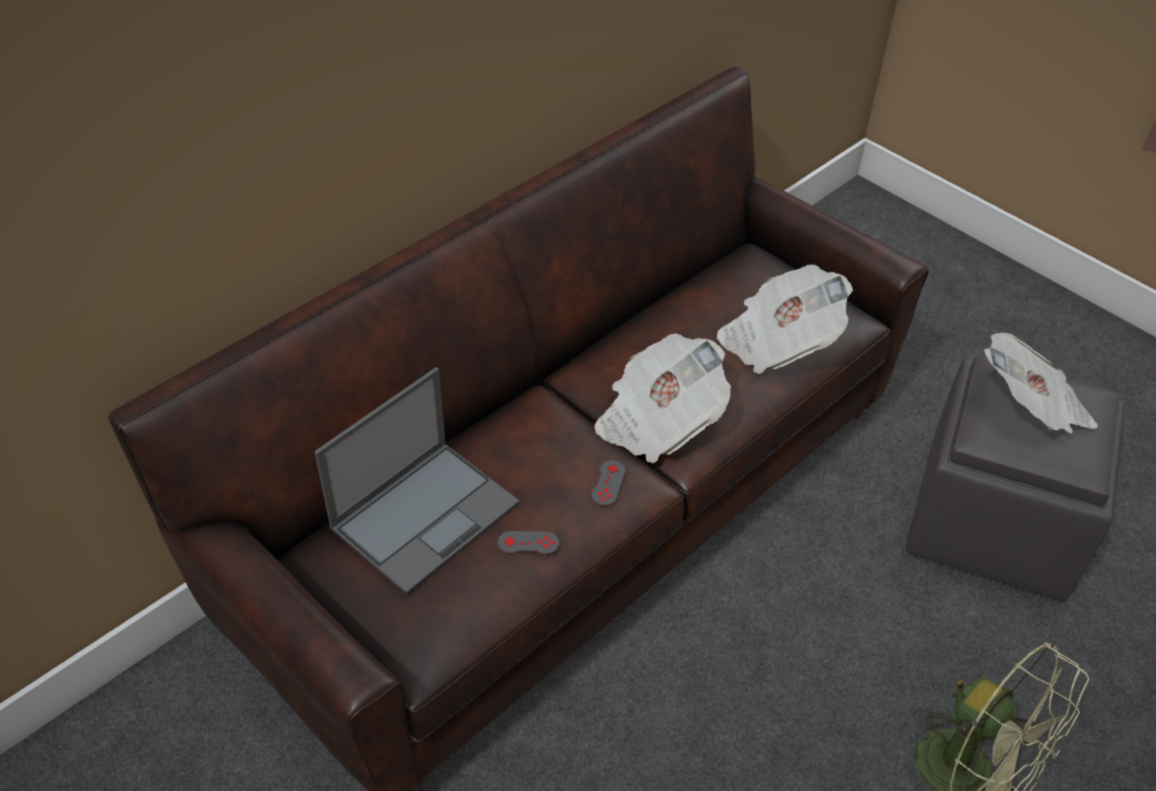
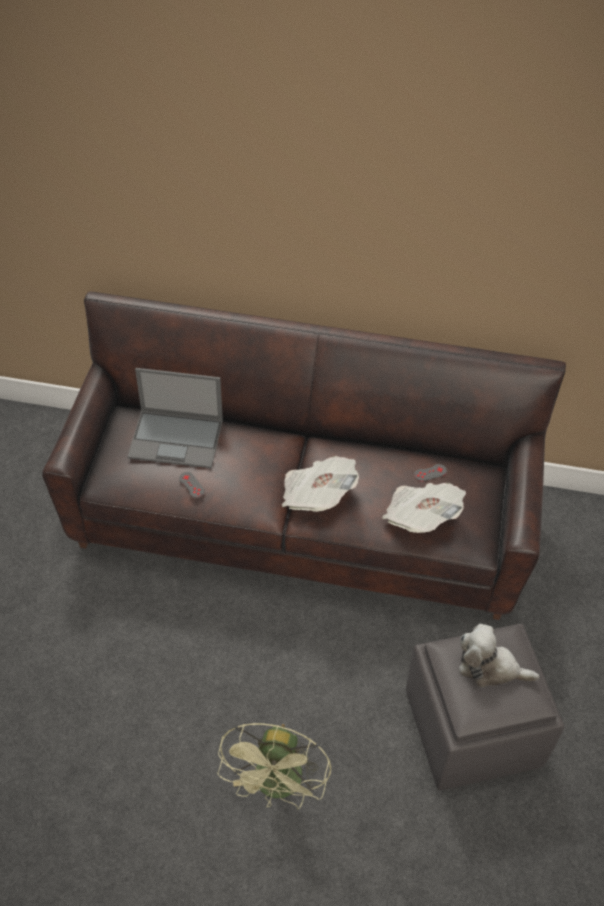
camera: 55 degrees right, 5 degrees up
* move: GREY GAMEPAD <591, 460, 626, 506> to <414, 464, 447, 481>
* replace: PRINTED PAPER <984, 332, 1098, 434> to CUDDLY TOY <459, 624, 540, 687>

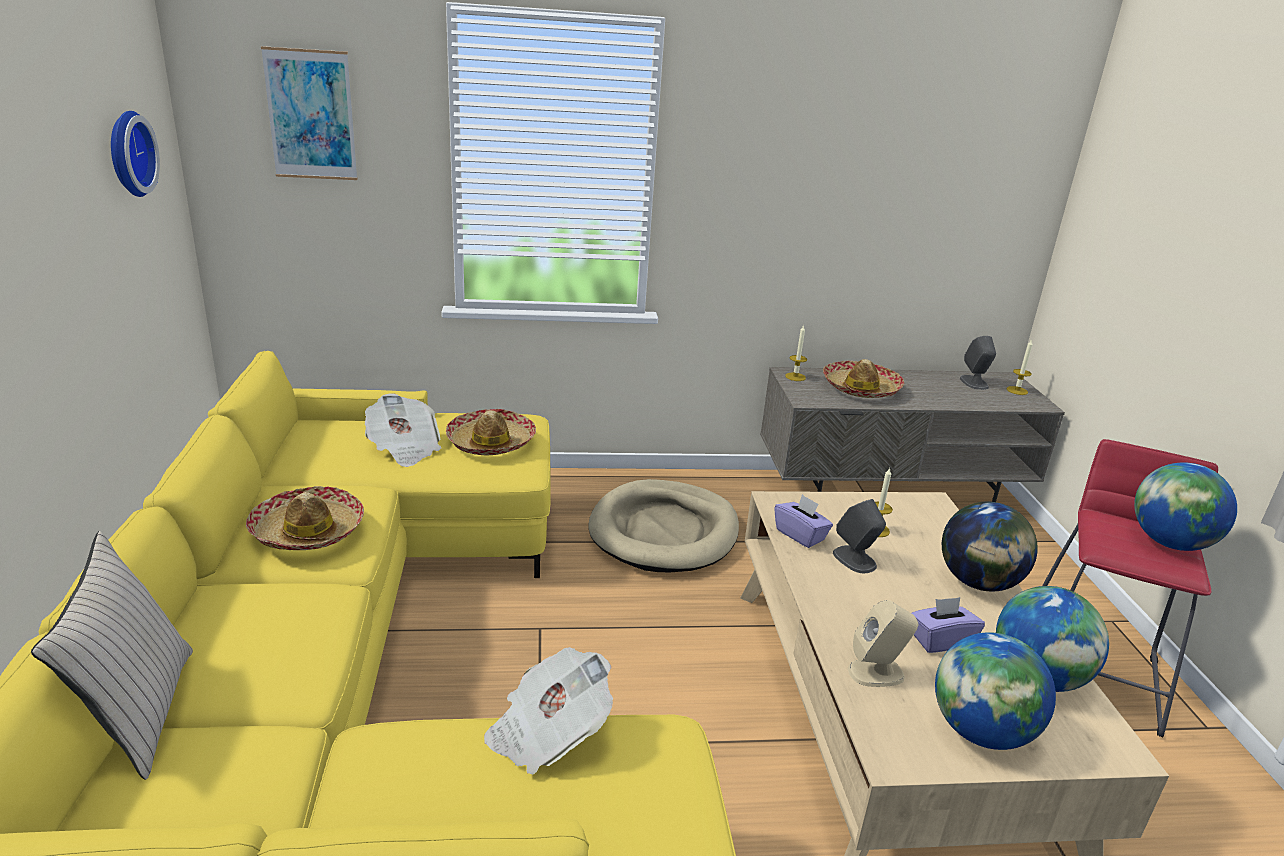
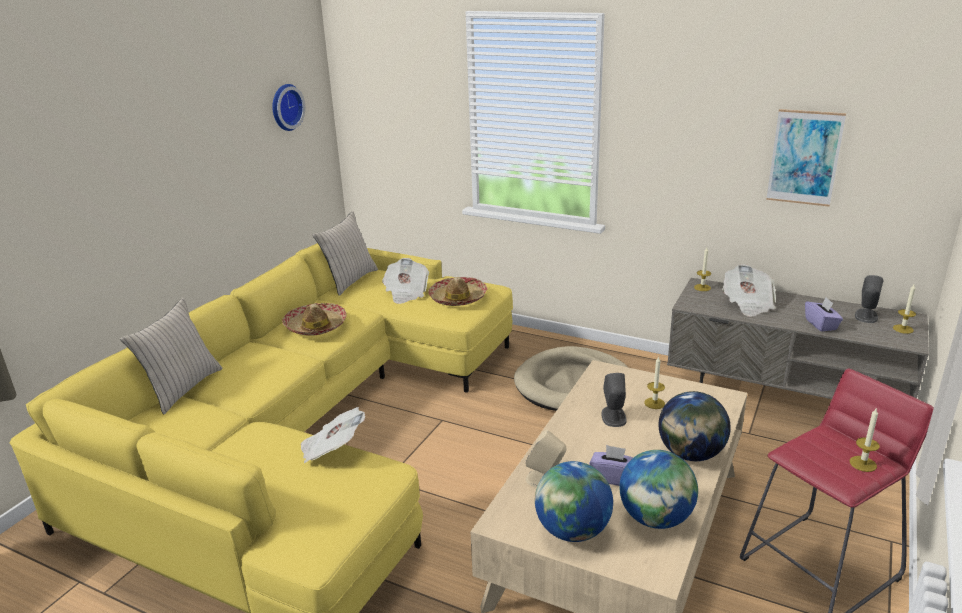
camera: 35 degrees right, 0 degrees up
* insert: BEIGE-COLOURED CUSHION <312, 211, 378, 296>
* move: WALL ART <261, 46, 358, 180> to <766, 109, 846, 207>
* move: PURPLE-COLOURED TISSUE HOLDER <774, 494, 833, 548> to <805, 297, 843, 332>
* replace: WEARABLE HAT <823, 359, 904, 398> to PRINTED PAPER <722, 264, 776, 317>
* replace: WORLD GLOBE <1134, 462, 1237, 551> to WAX CANDLE <850, 407, 880, 472>

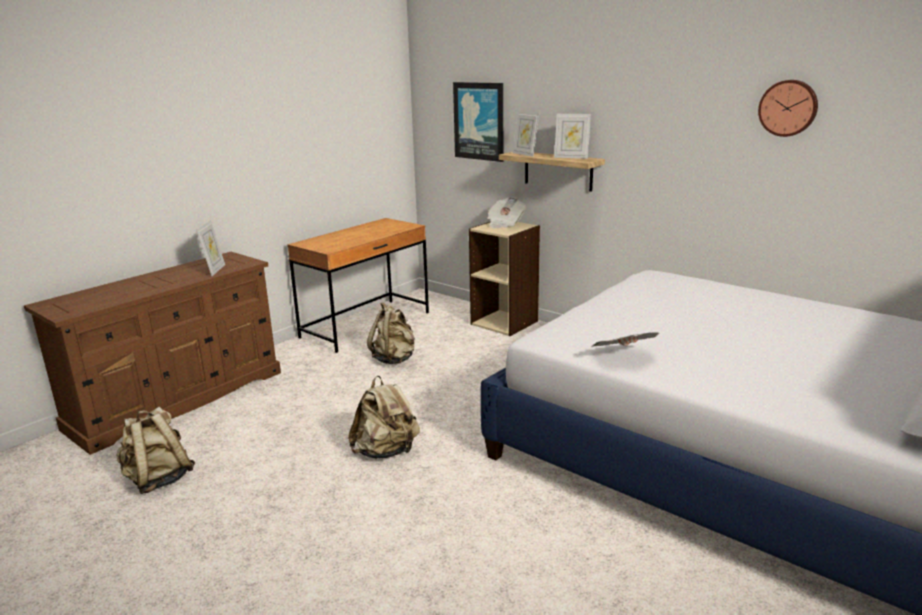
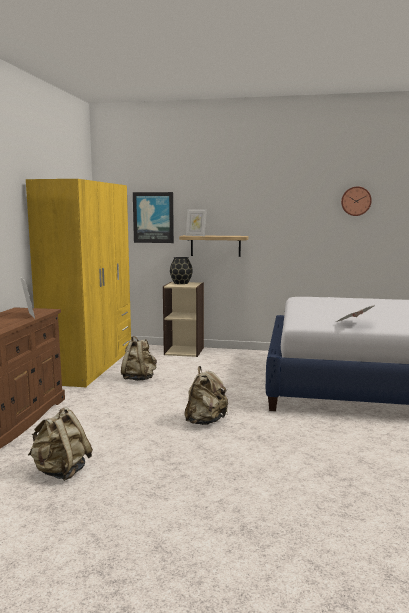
camera: 30 degrees left, 10 degrees down
* delete: STANDING FRAME <554, 114, 591, 159>
* replace: BROWNISH DESK TABLE <287, 218, 429, 353> to YELLOW CLOTHES CUPBOARD <26, 179, 131, 387>
* replace: PRINTED PAPER <488, 197, 527, 229> to BLACK-COLOURED VASE <170, 257, 193, 284>

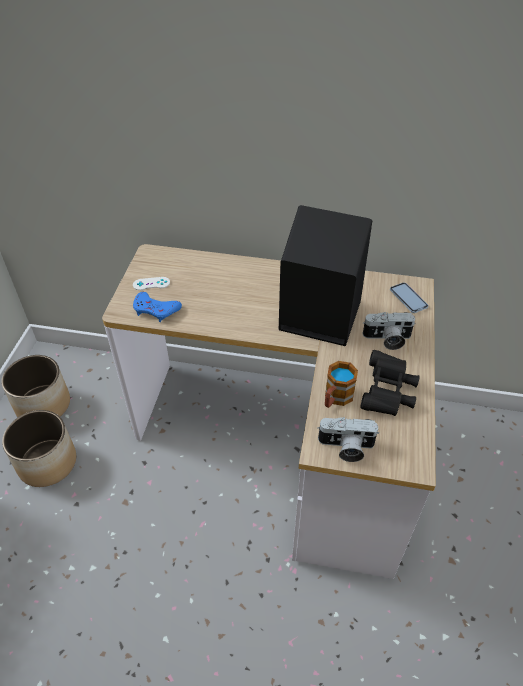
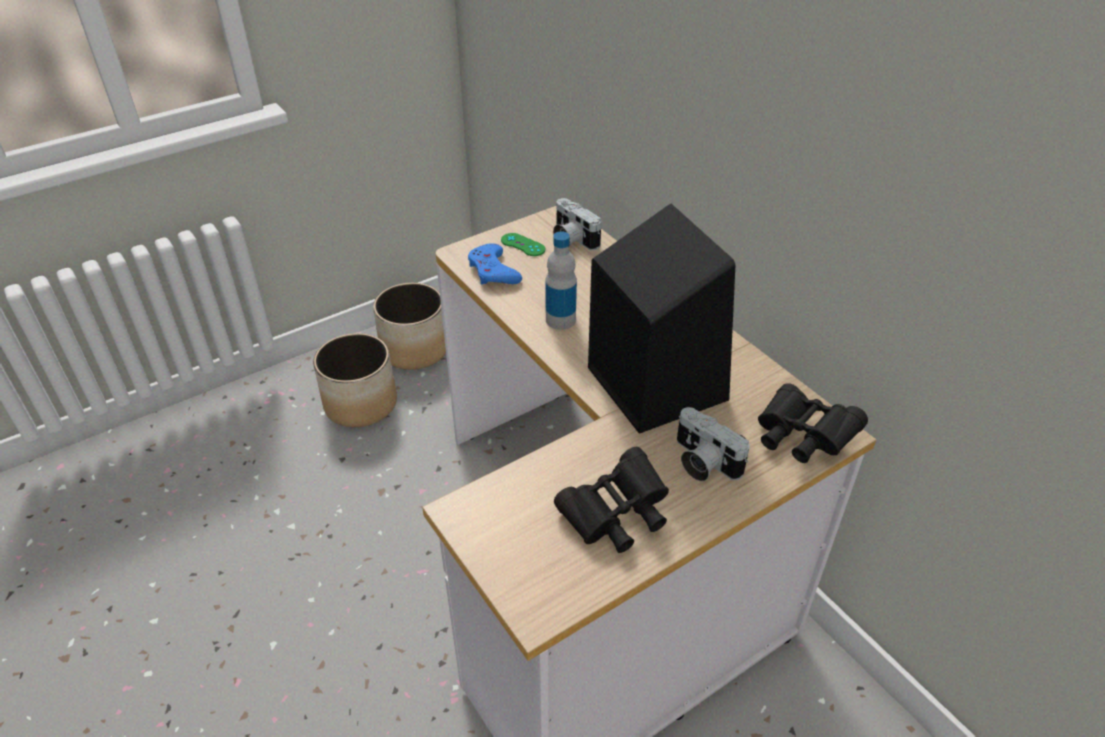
camera: 45 degrees right, 5 degrees down
* delete: TEA MUG <325, 361, 358, 408>
* insert: DRINK BOTTLE <545, 231, 577, 330>
* move: PHOTO CAMERA <317, 417, 379, 462> to <553, 198, 601, 251>
* replace: PHONE <390, 282, 428, 313> to BLACK-COLOURED PAIR OF BINOCULARS <758, 383, 868, 463>
* recolor: WHITISH GAMEPAD <133, 277, 170, 290> to GREEN GAMEPAD <501, 233, 545, 256>

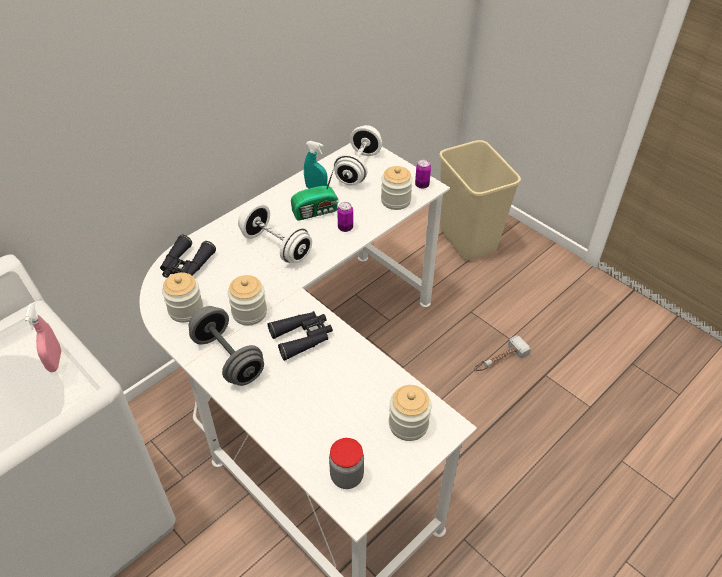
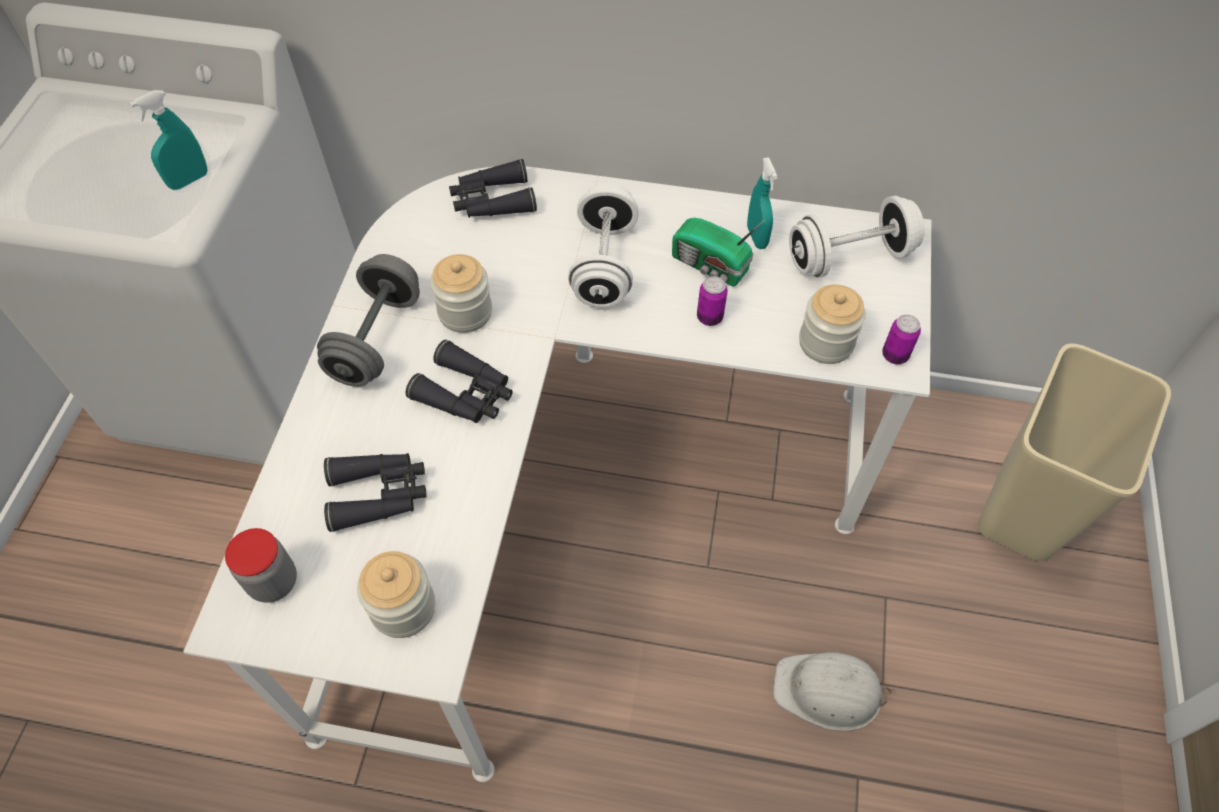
camera: 55 degrees right, 10 degrees up
* delete: JAR <162, 272, 203, 323>
* insert: BLACK-COLOURED PAIR OF BINOCULARS <324, 453, 427, 532>
* replace: TOOL HAMMER <474, 335, 531, 371> to WHITISH WORK HELMET <773, 652, 892, 731>
* recolor: PINKISH HAND SPRAYER <25, 303, 61, 372> to TURQUOISE-COLOURED HAND SPRAYER <129, 90, 208, 190>

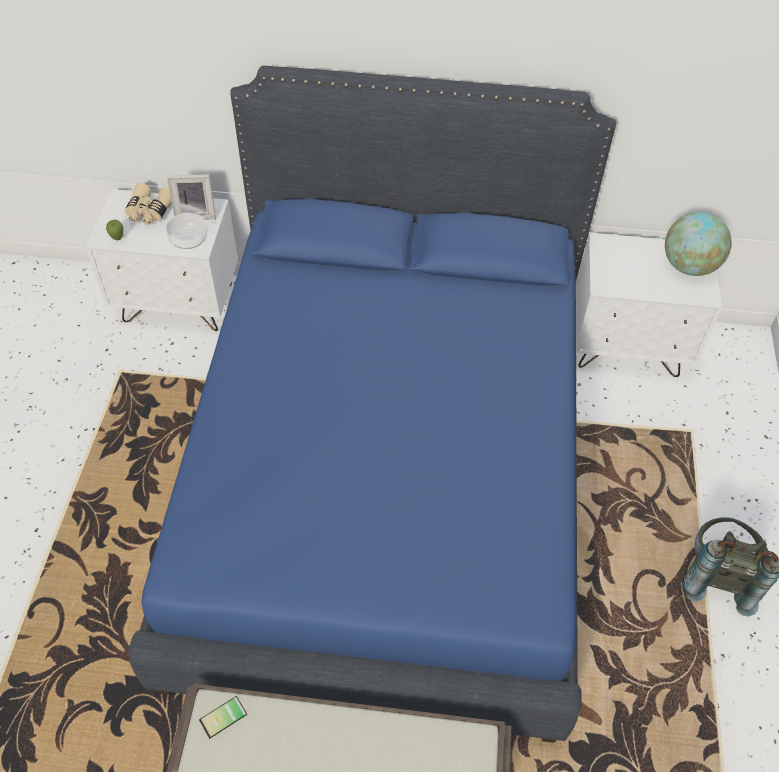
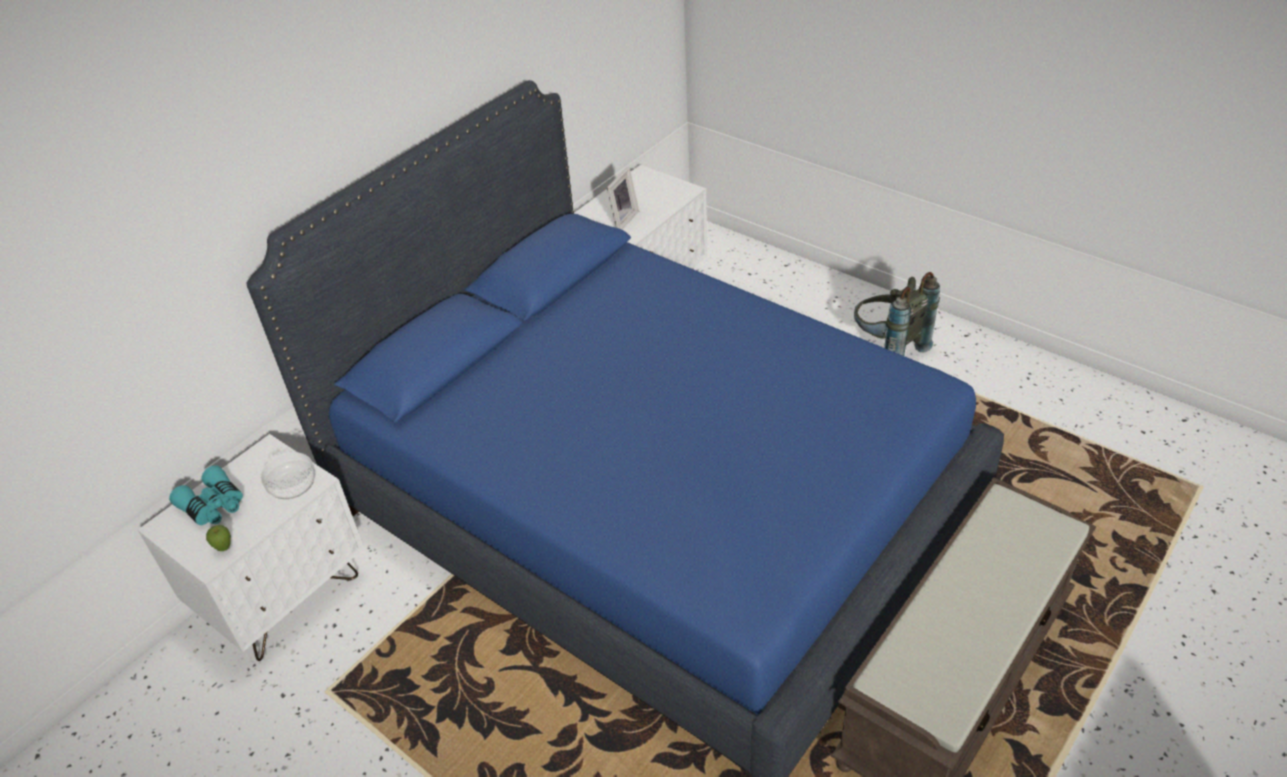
camera: 55 degrees left, 10 degrees down
* delete: PHONE <199, 696, 247, 739>
* delete: WORLD GLOBE <665, 212, 732, 276>
* move: STANDING FRAME <167, 175, 216, 220> to <607, 167, 639, 230>
* recolor: BEIGE-COLOURED PAIR OF BINOCULARS <124, 183, 172, 225> to TURQUOISE-COLOURED PAIR OF BINOCULARS <169, 465, 243, 525>

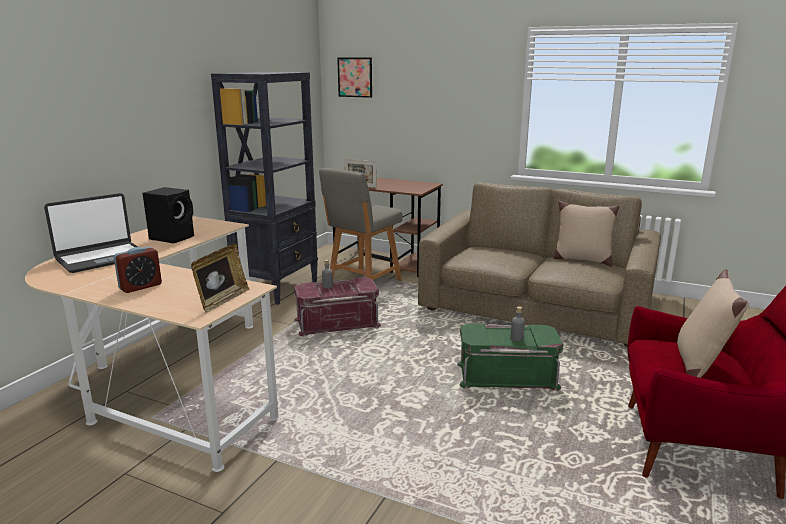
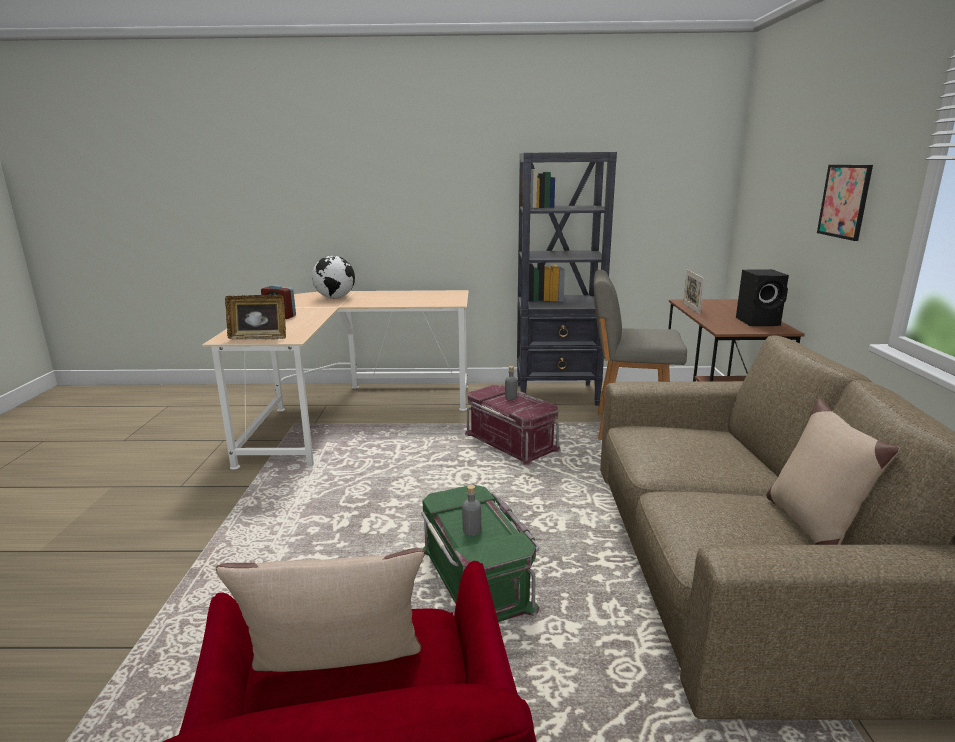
camera: 65 degrees right, 0 degrees up
* move: BLACK-COLOURED AUDIO SPEAKER <142, 187, 194, 243> to <736, 269, 789, 326>
* move: WALL ART <337, 58, 372, 98> to <817, 165, 873, 241>
* replace: LAPTOP <44, 193, 138, 273> to WORLD GLOBE <312, 256, 355, 299>

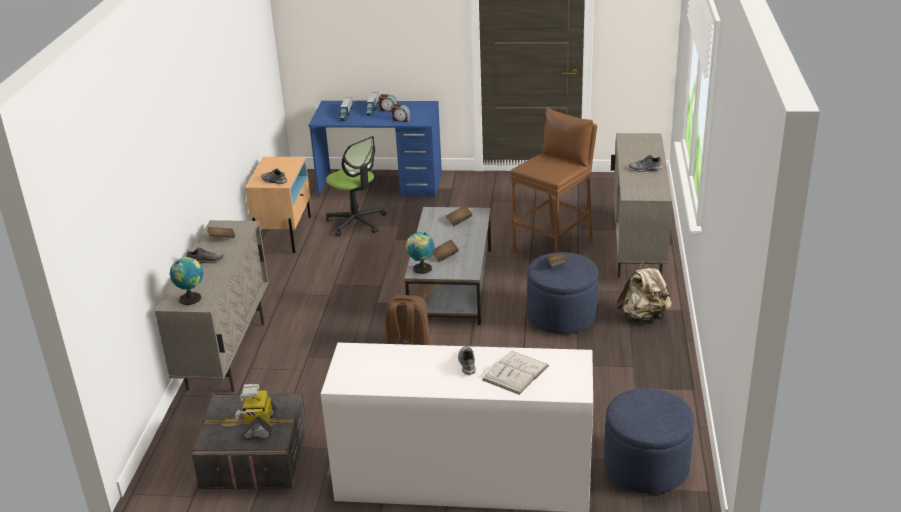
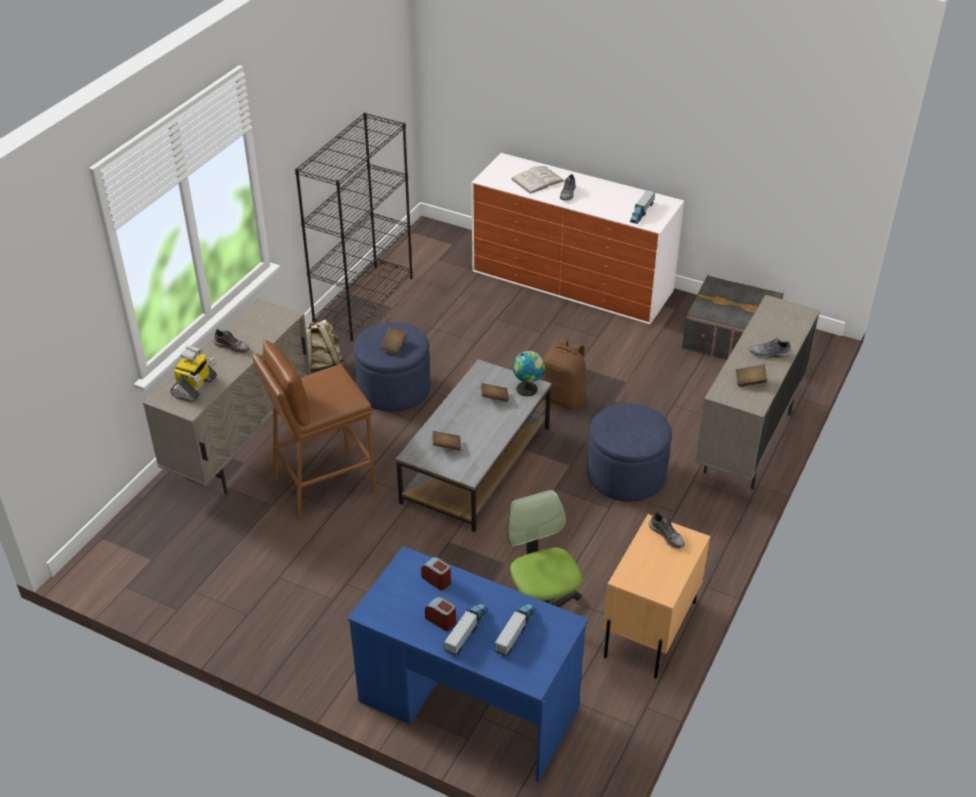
camera: 160 degrees left, 10 degrees up
* delete: WORLD GLOBE <170, 257, 203, 305>
* insert: BLACK-COLOURED SHELVING UNIT <295, 112, 413, 341>
* insert: MODEL TRUCK <630, 189, 655, 224>
* move: MODEL ROBOT <235, 384, 276, 440> to <170, 346, 217, 402>
* move: BLUISH OTTOMAN <604, 388, 694, 494> to <587, 403, 672, 501>

